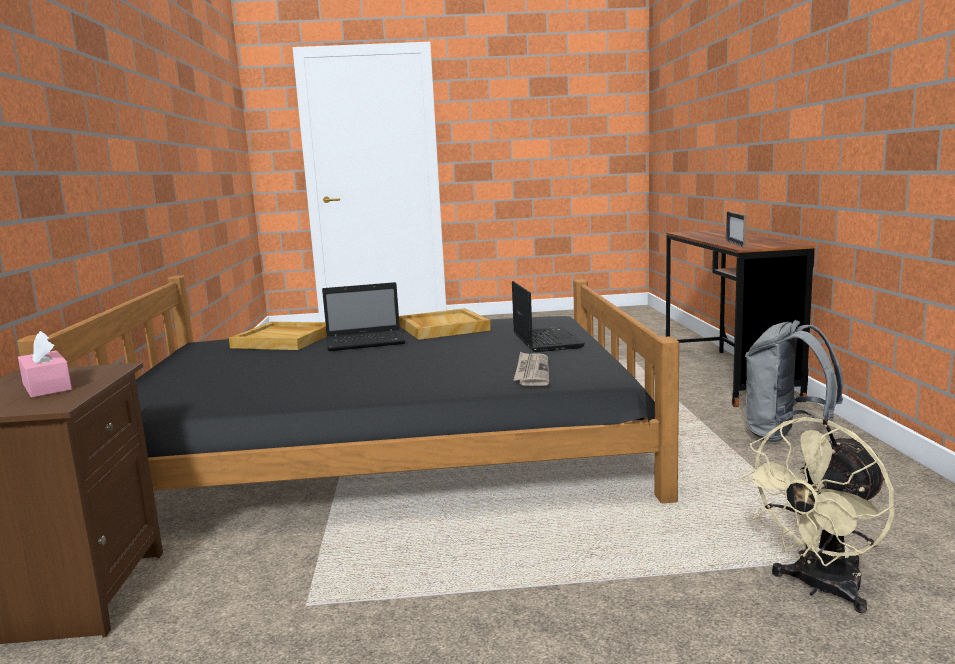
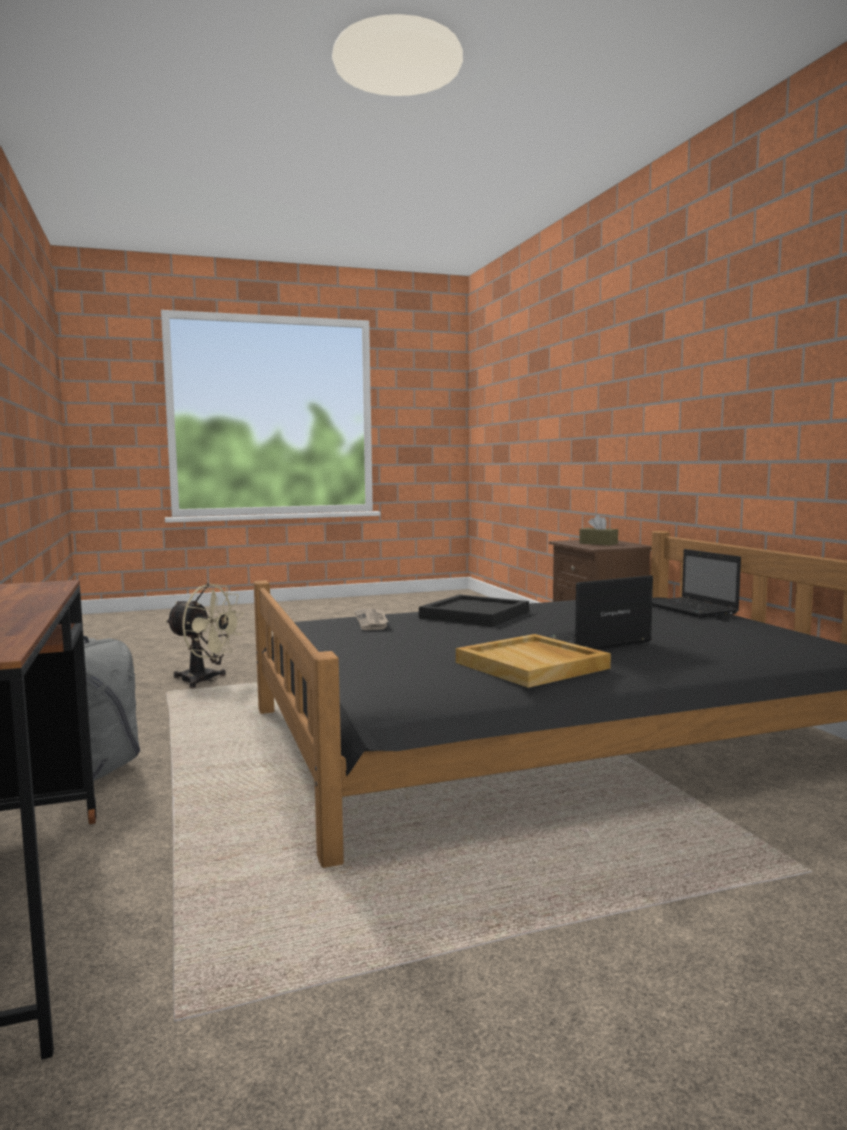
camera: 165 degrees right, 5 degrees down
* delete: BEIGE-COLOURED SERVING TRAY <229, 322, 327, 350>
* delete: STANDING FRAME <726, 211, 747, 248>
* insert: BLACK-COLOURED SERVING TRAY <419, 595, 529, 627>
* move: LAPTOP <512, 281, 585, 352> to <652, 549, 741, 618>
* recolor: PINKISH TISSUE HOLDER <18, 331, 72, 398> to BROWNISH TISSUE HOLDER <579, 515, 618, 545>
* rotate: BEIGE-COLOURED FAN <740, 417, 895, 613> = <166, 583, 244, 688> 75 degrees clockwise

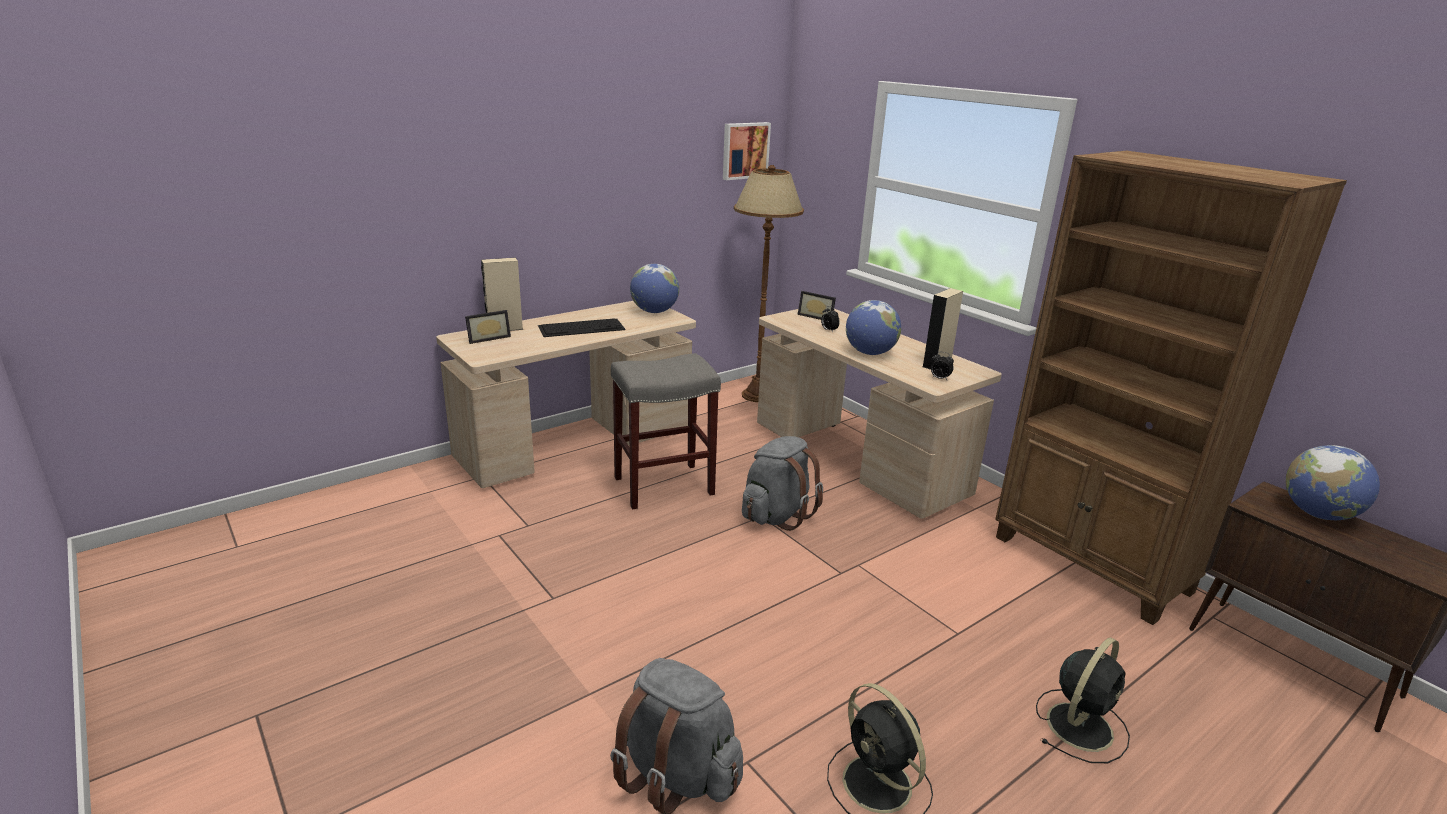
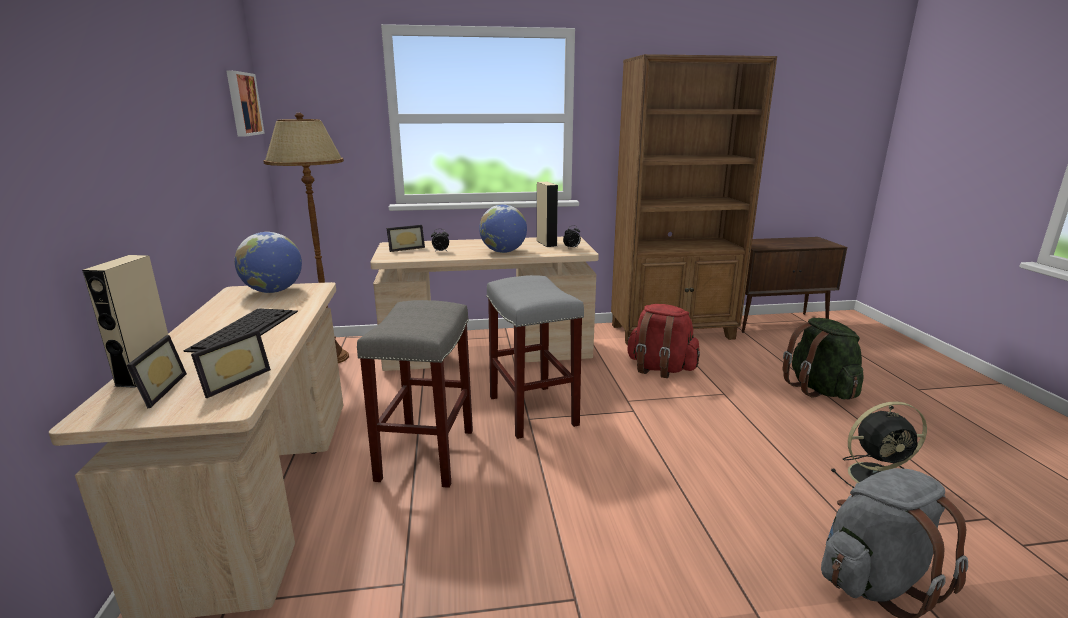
camera: 60 degrees left, 5 degrees down
* delete: WORLD GLOBE <1286, 445, 1380, 520>
* insert: STANDING FRAME <191, 330, 271, 398>
* insert: RED-COLOURED KNAPSACK <627, 304, 700, 378>
* replace: GREY KNAPSACK <742, 436, 823, 531> to GREY STOOL <486, 275, 584, 439>
* replace: BLACK-COLOURED FAN <1036, 638, 1130, 763> to GREEN KNAPSACK <782, 318, 864, 400>

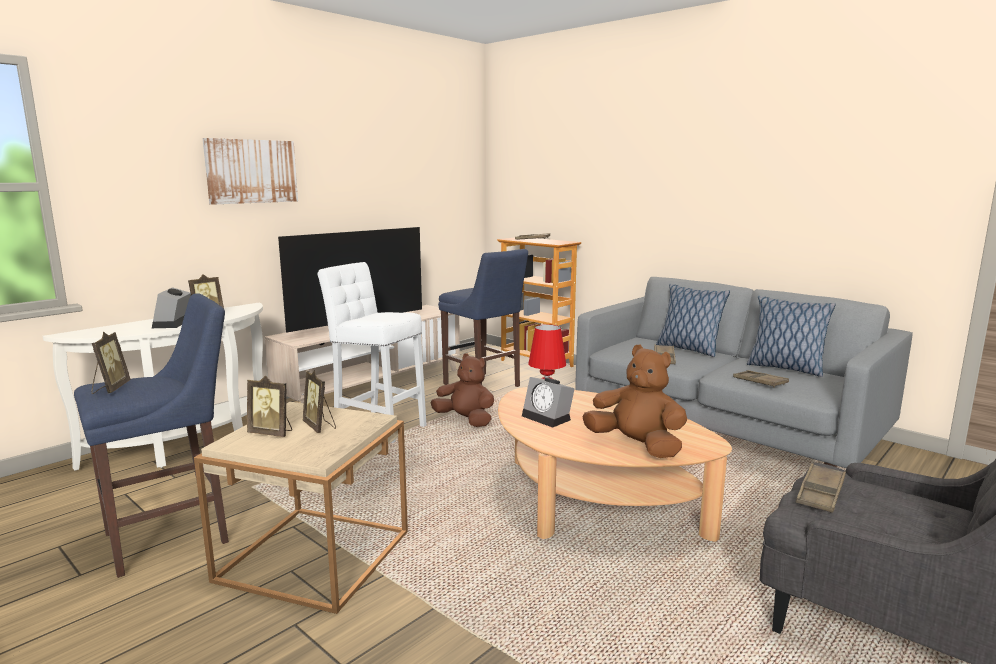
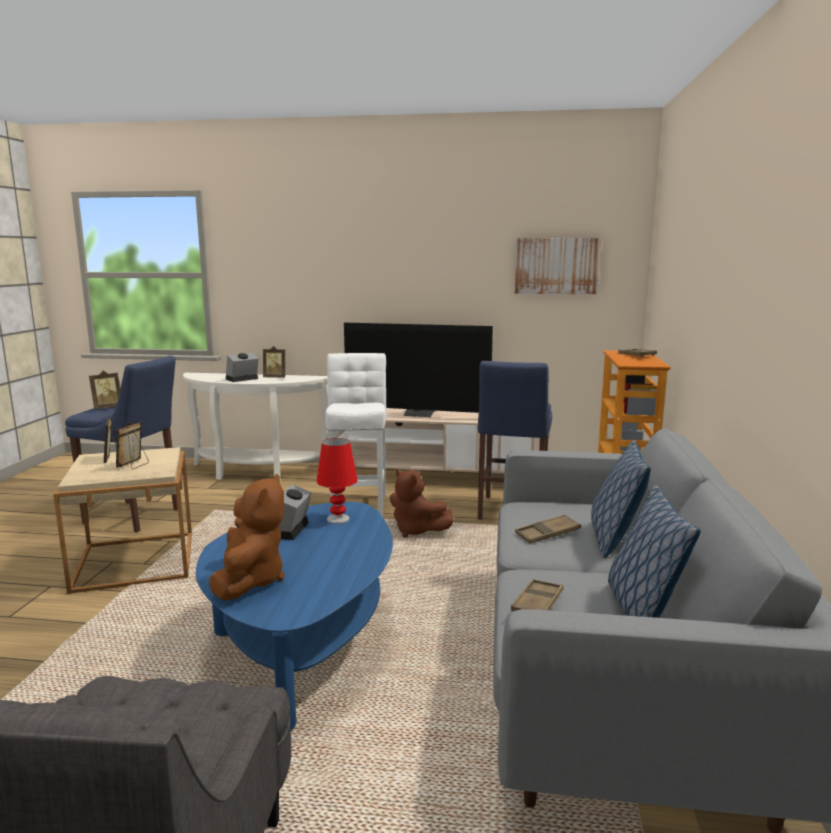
camera: 55 degrees right, 0 degrees up
* delete: BROWNISH SERVING TRAY <796, 463, 846, 513>
* move: WALL ART <203, 138, 298, 205> to <515, 238, 601, 294>
* recolor: BEIGE-COLOURED COFFEE TABLE <498, 387, 732, 542> to BLUISH COFFEE TABLE <196, 502, 393, 731>
* rotate: BROWNISH CUDDLY TOY <430, 353, 494, 427> = <390, 469, 453, 538> 135 degrees clockwise

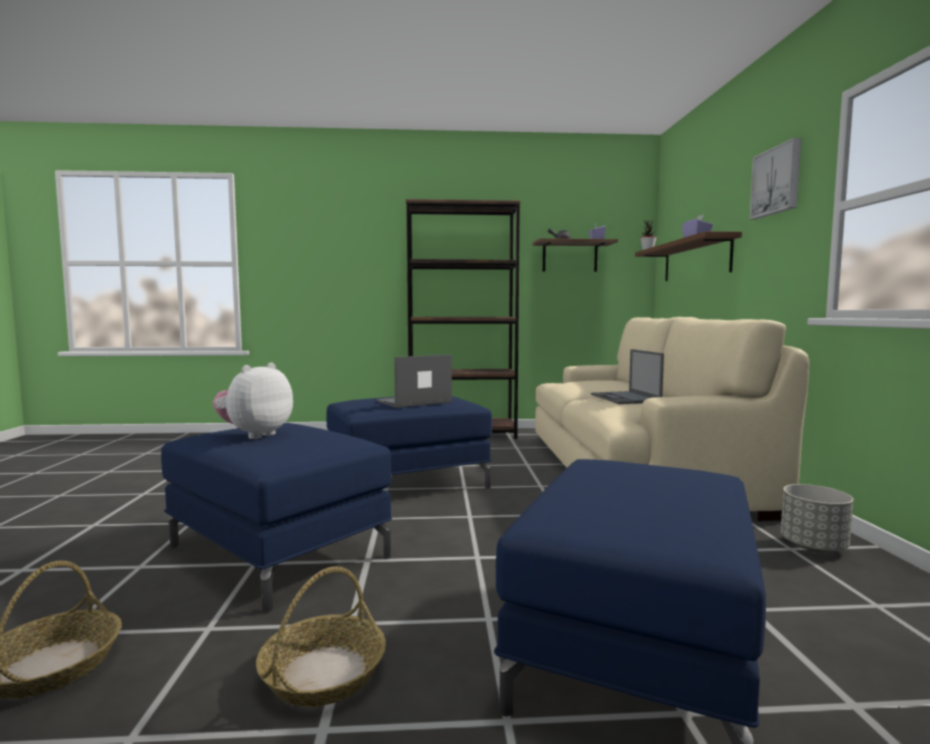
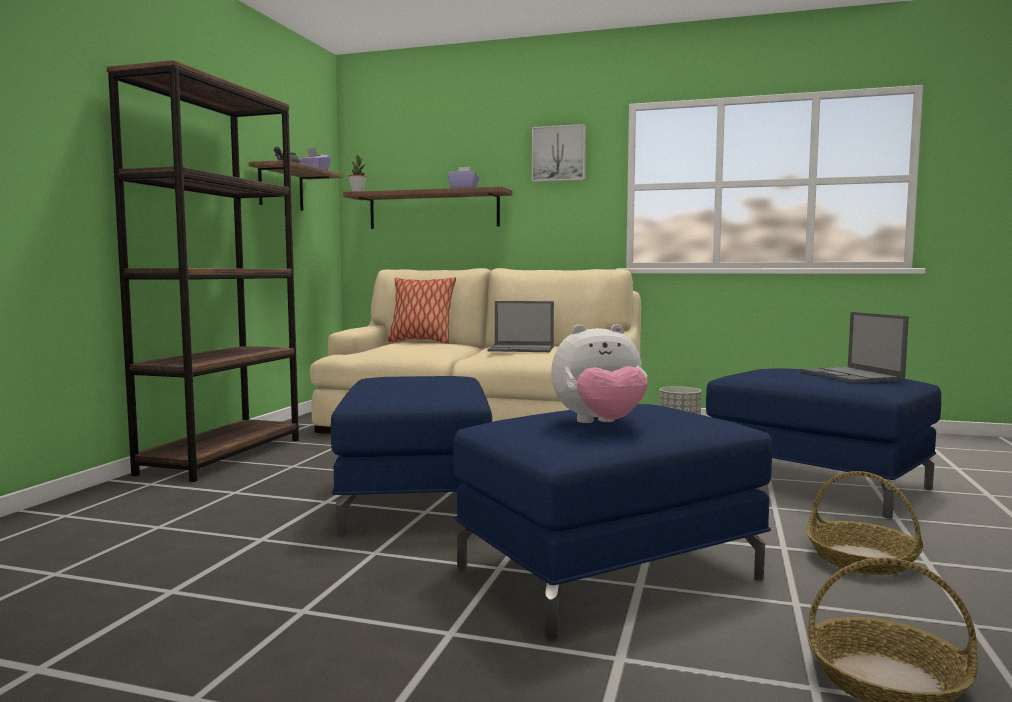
camera: 70 degrees left, 0 degrees up
* insert: CUSHION <387, 277, 456, 343>
* move: LAPTOP <376, 354, 452, 408> to <800, 312, 909, 383>
* rotate: CUDDLY TOY <213, 363, 293, 439> = <551, 324, 648, 423> 60 degrees counterclockwise

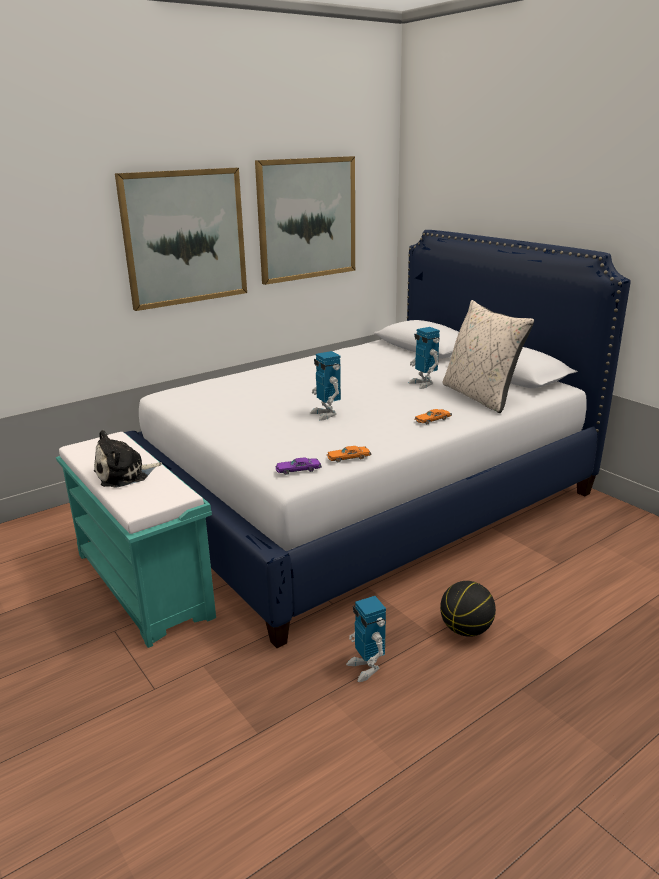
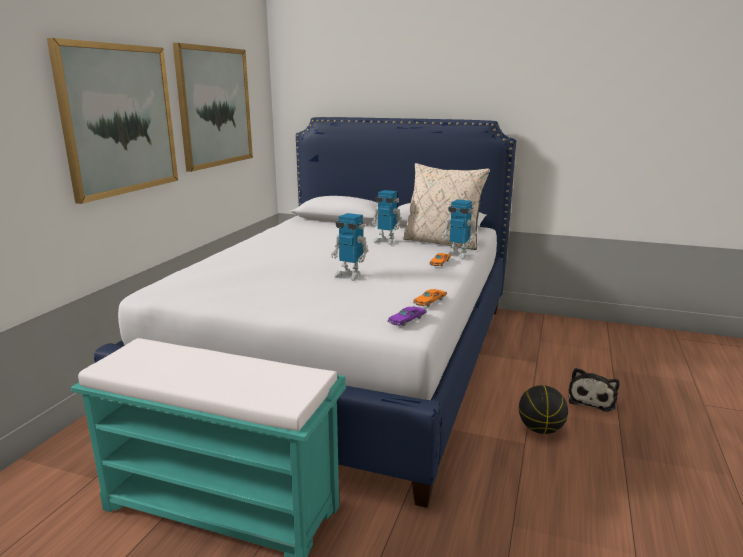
camera: 35 degrees left, 5 degrees down
* move: CUDDLY TOY <94, 430, 162, 488> to <568, 368, 619, 412>
* move: MODEL ROBOT <346, 596, 386, 682> to <442, 199, 477, 260>

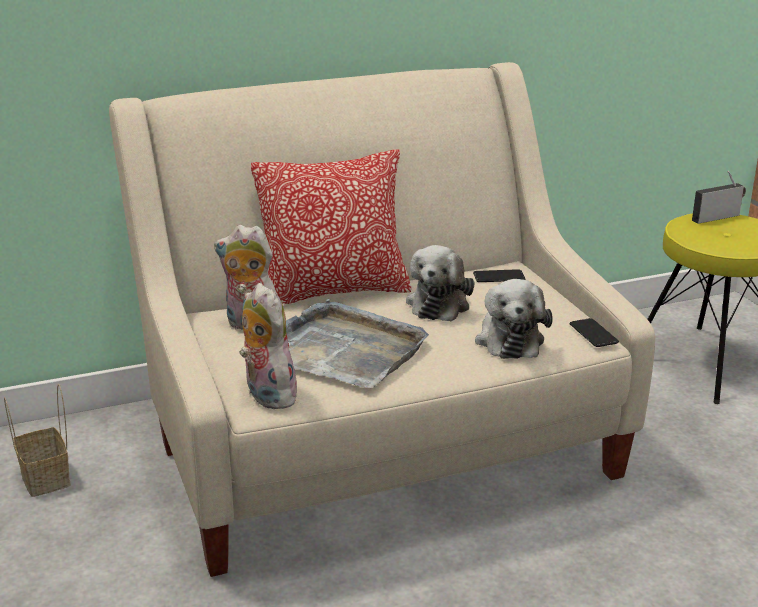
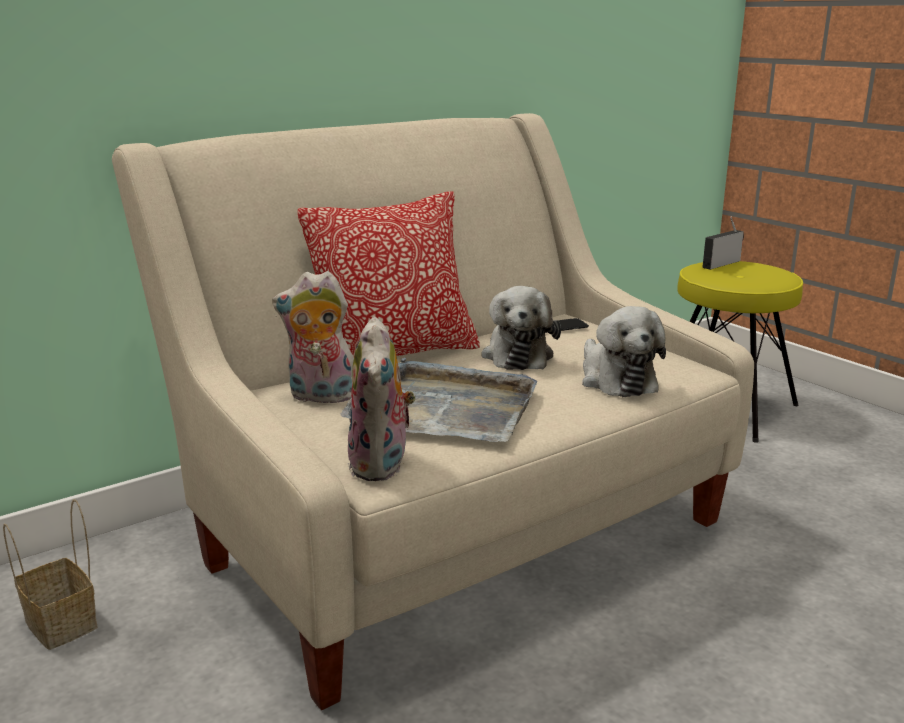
camera: 15 degrees left, 5 degrees down
* delete: PHONE <570, 318, 619, 347>
* rotate: CUDDLY TOY <239, 283, 297, 409> = <348, 317, 416, 481> 135 degrees counterclockwise

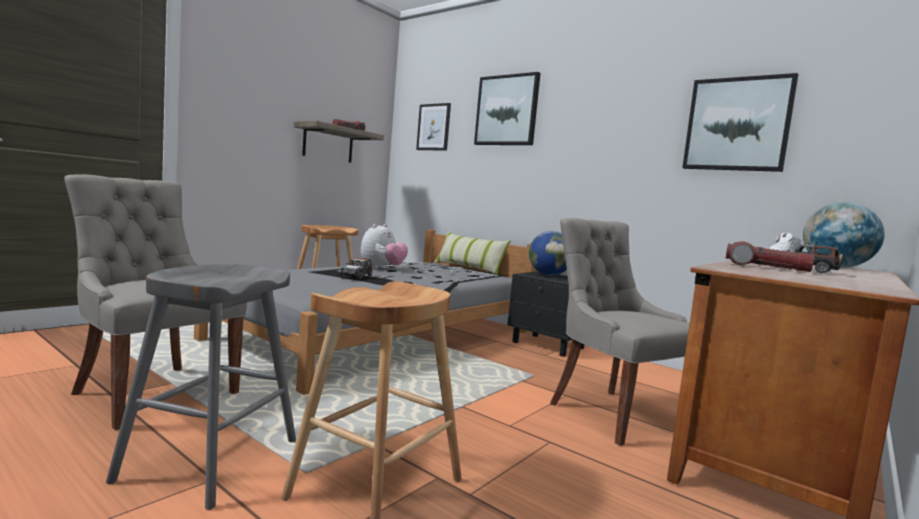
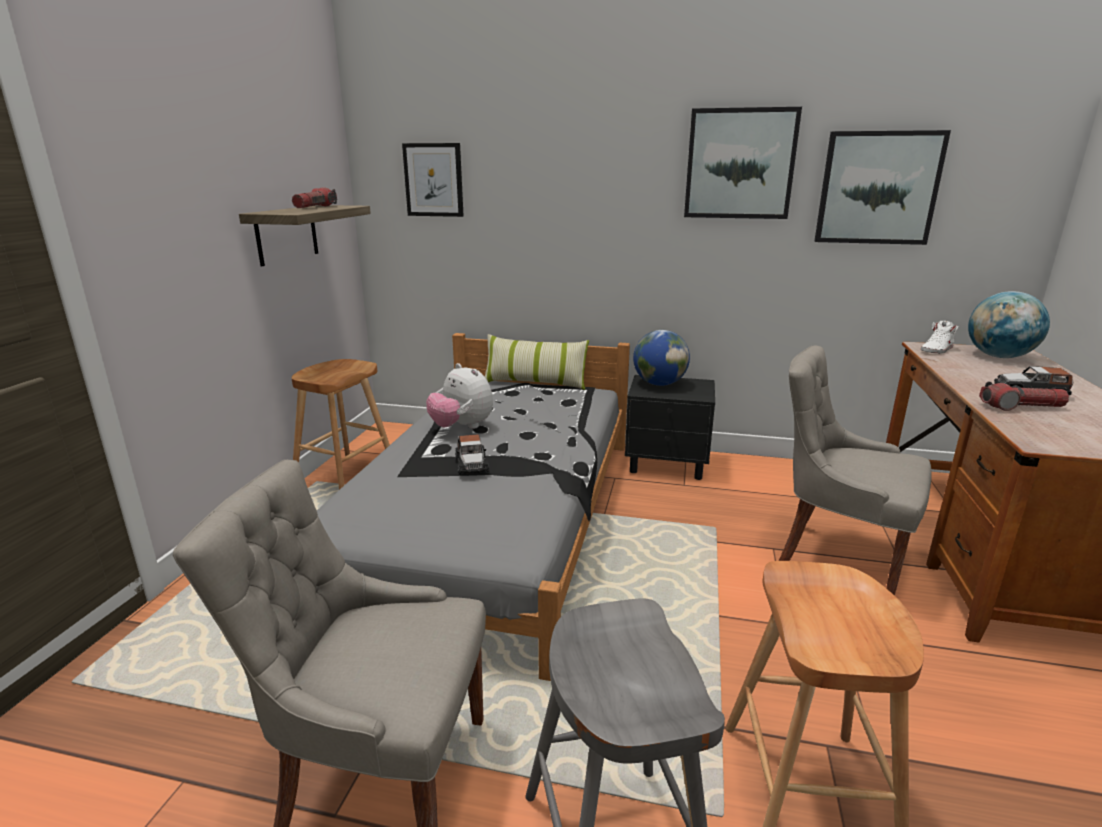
camera: 25 degrees left, 15 degrees up
* move: WALL ART <474, 72, 541, 145> to <684, 107, 802, 219>
* rotate: CUDDLY TOY <361, 224, 408, 269> = <426, 363, 493, 429> 135 degrees clockwise

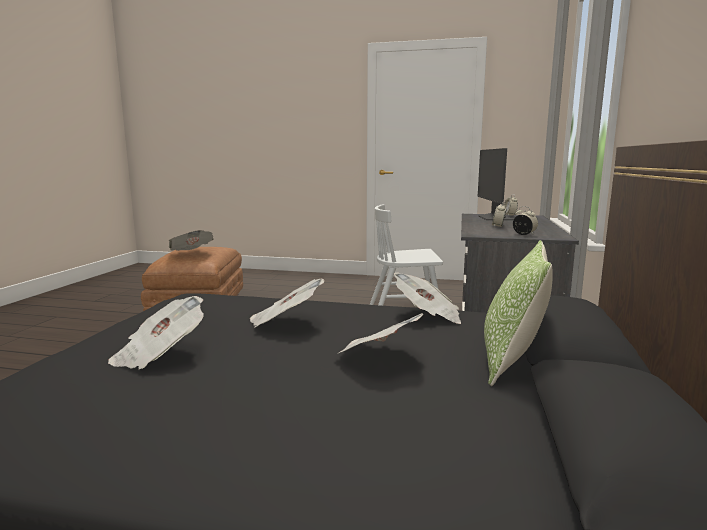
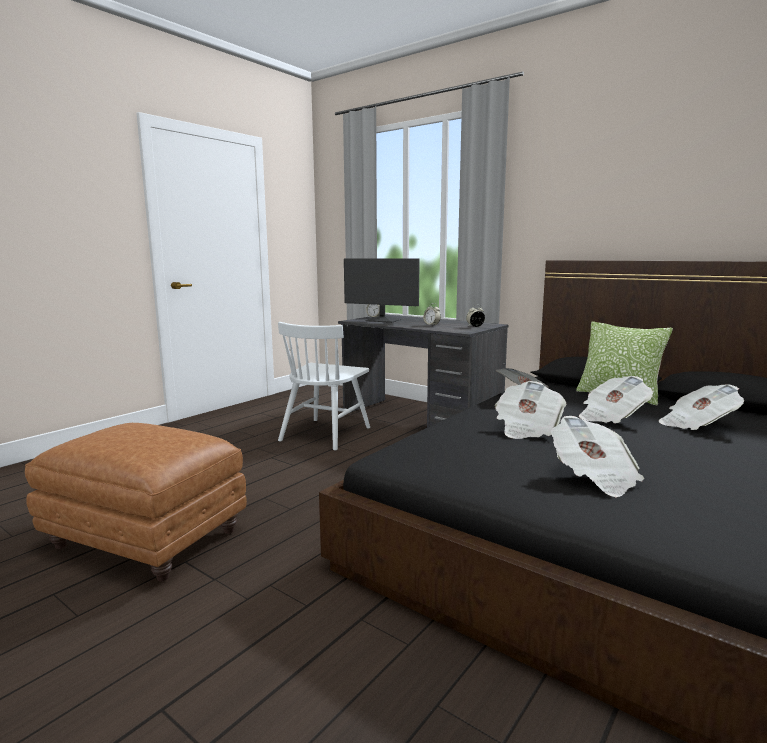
camera: 65 degrees left, 0 degrees up
* move: PRINTED PAPER <169, 230, 214, 251> to <659, 384, 744, 430>

